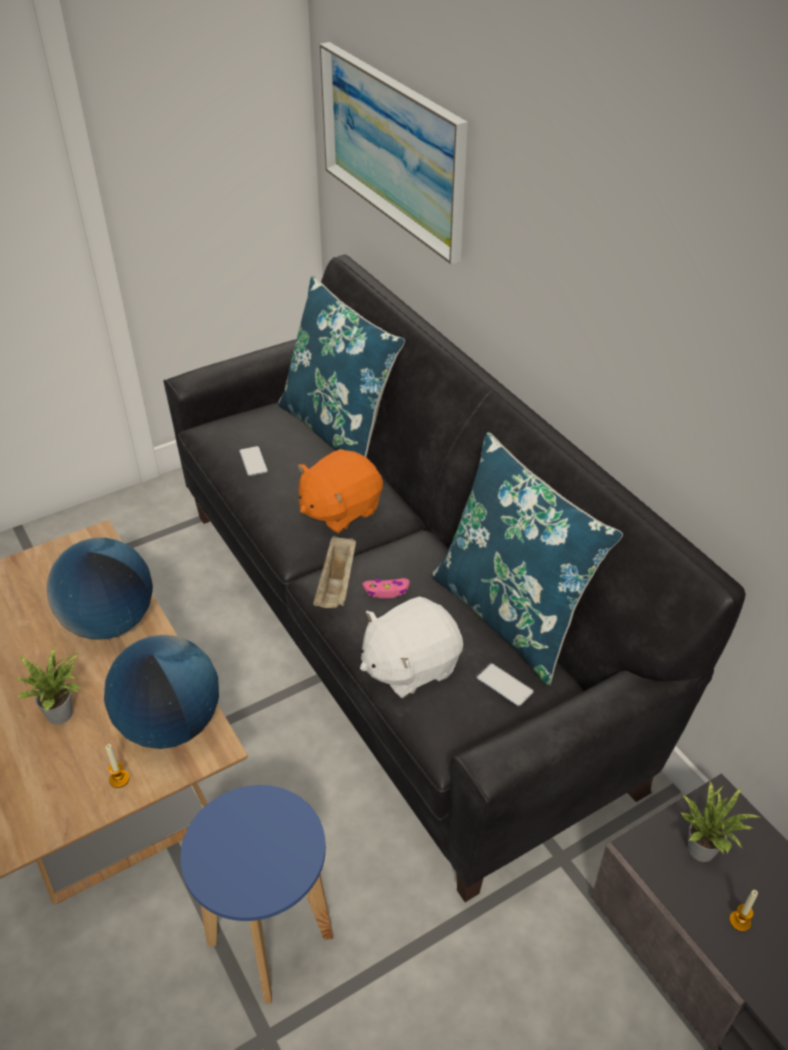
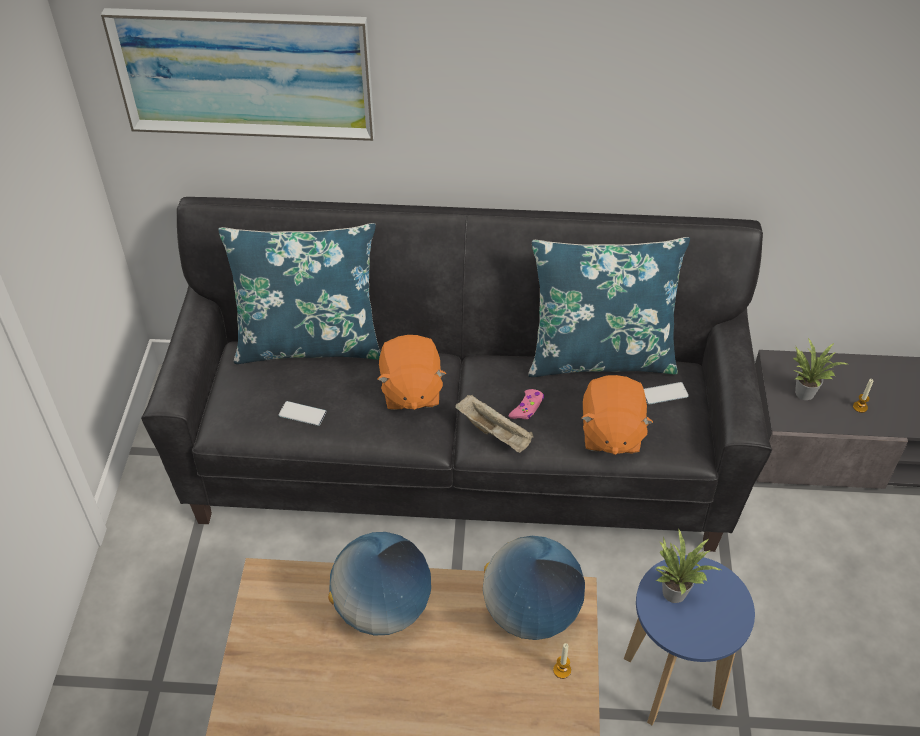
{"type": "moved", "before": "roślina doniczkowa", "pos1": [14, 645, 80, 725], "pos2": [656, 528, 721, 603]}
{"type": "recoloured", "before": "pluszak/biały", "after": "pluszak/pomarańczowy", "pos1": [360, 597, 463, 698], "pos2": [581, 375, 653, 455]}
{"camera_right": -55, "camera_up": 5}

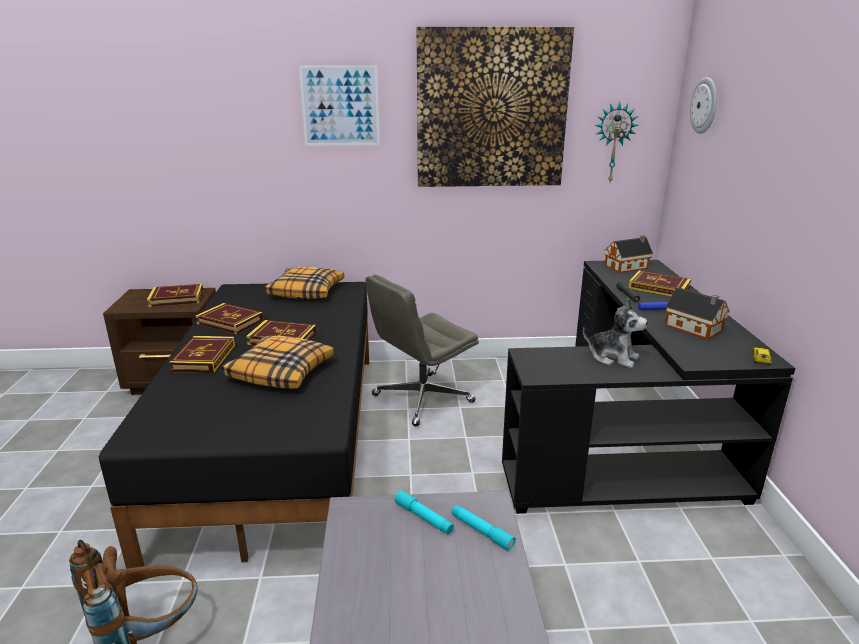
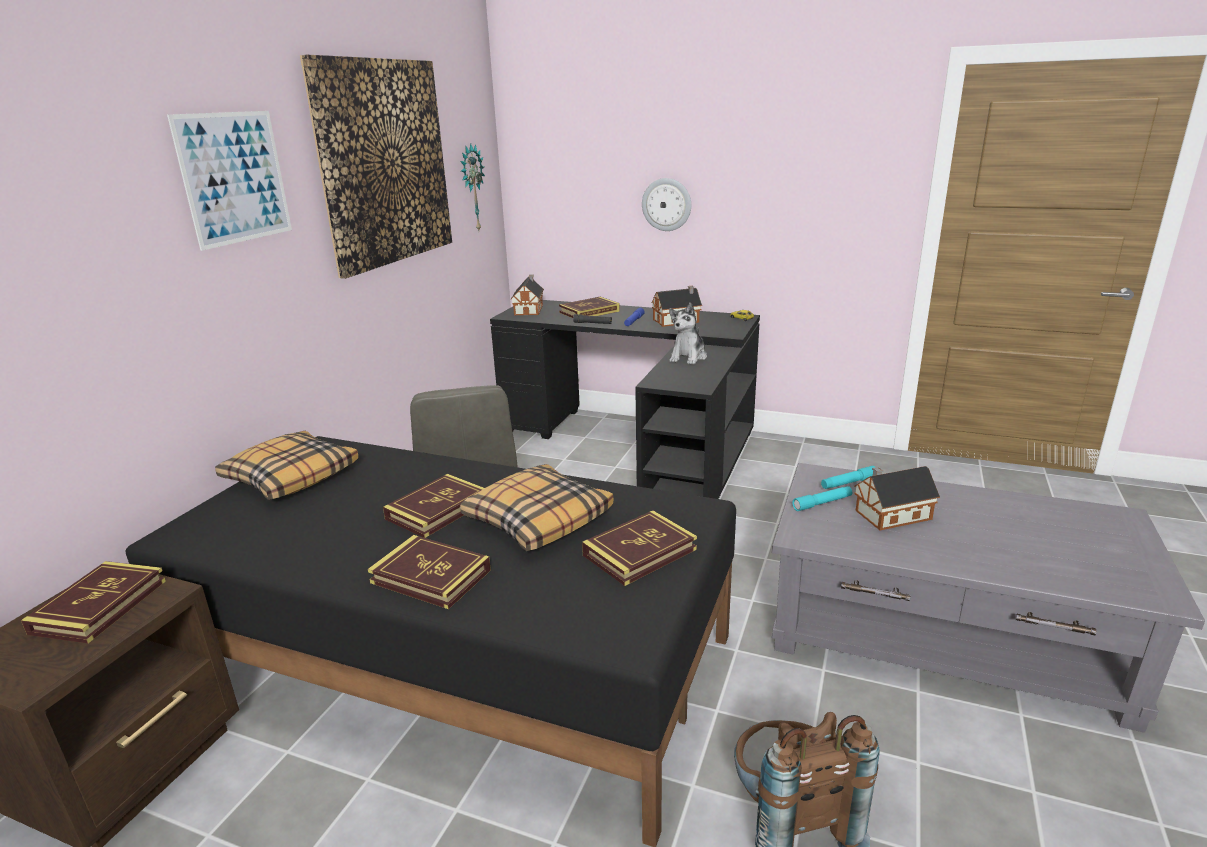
{"type": "moved", "before": "książka", "pos1": [195, 303, 263, 334], "pos2": [582, 511, 697, 586]}
{"type": "turned", "before": "pluszak", "pos1": [583, 298, 647, 368], "pos2": [669, 303, 707, 365], "turn": 150}
{"type": "moved", "before": "zegar ścienny", "pos1": [690, 77, 717, 134], "pos2": [642, 178, 691, 231]}
{"type": "added", "after": "domek", "pos2": [854, 466, 940, 530]}
{"camera_right": -65, "camera_up": 0}

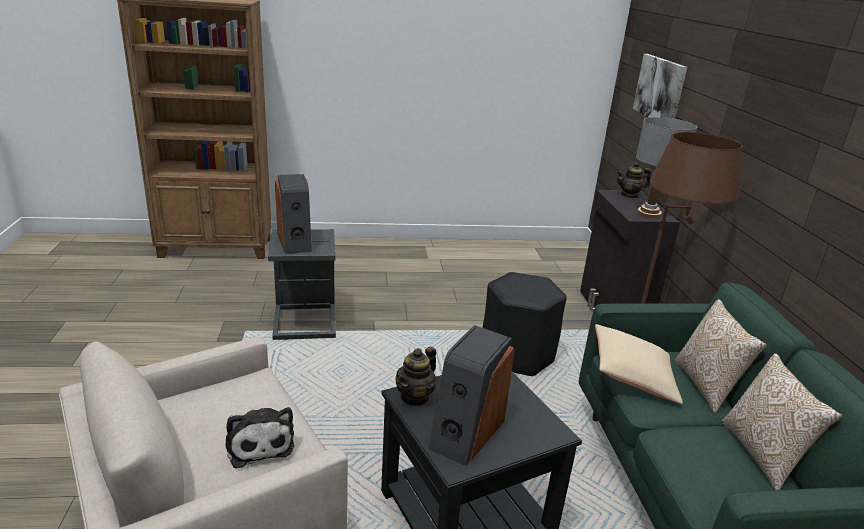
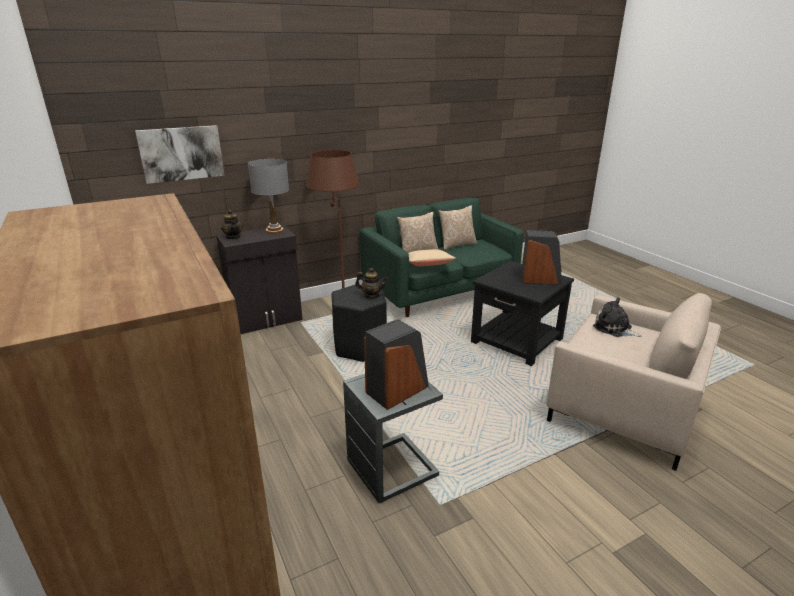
{"type": "turned", "before": "pluszak", "pos1": [225, 407, 294, 468], "pos2": [593, 297, 642, 337], "turn": -90}
{"type": "moved", "before": "imbryk", "pos1": [396, 347, 436, 407], "pos2": [355, 268, 388, 299]}
{"camera_right": -110, "camera_up": 0}

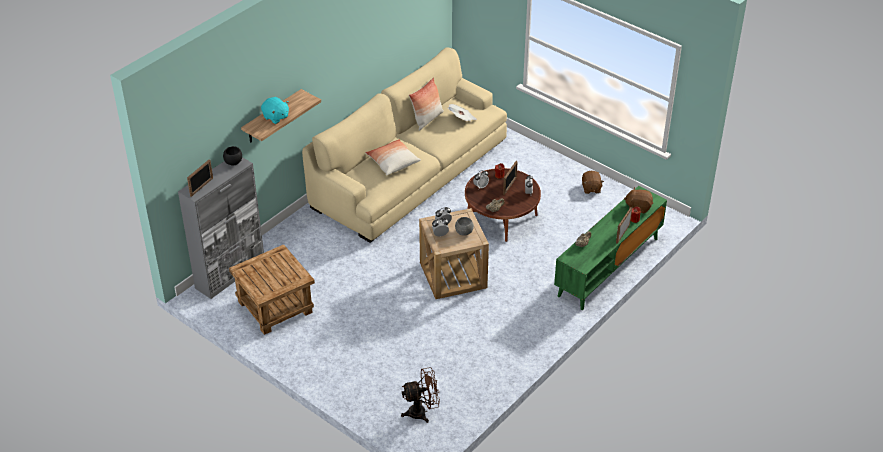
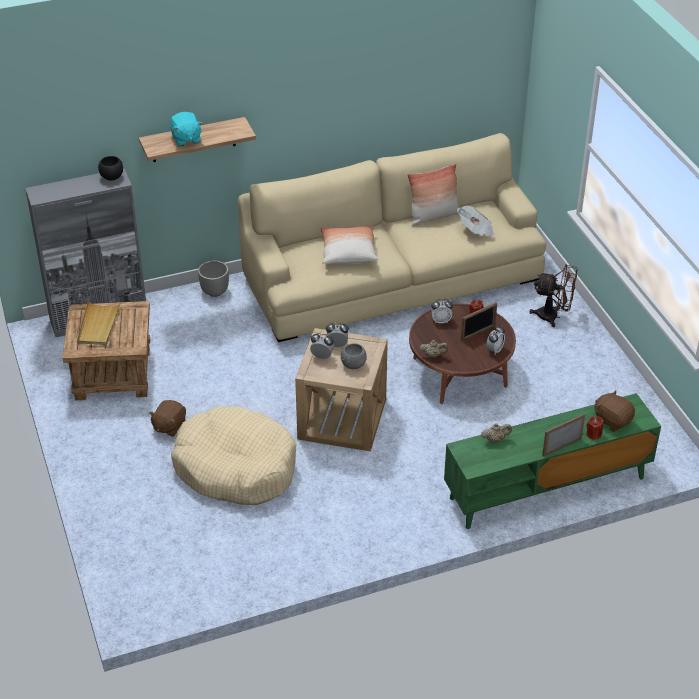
{"type": "removed", "before": "ramka na zdjęcie", "pos1": [187, 159, 213, 197]}
{"type": "moved", "before": "wentylator/brązowy", "pos1": [401, 367, 440, 423], "pos2": [529, 264, 578, 327]}
{"type": "moved", "before": "pluszak/brązowy", "pos1": [582, 171, 604, 194], "pos2": [149, 400, 186, 436]}
{"type": "added", "after": "taca/beżowy", "pos2": [77, 301, 121, 345]}
{"type": "added", "after": "legowisko/beżowy", "pos2": [171, 406, 296, 505]}
{"type": "added", "after": "donica", "pos2": [198, 261, 229, 297]}
{"camera_right": 30, "camera_up": 0}

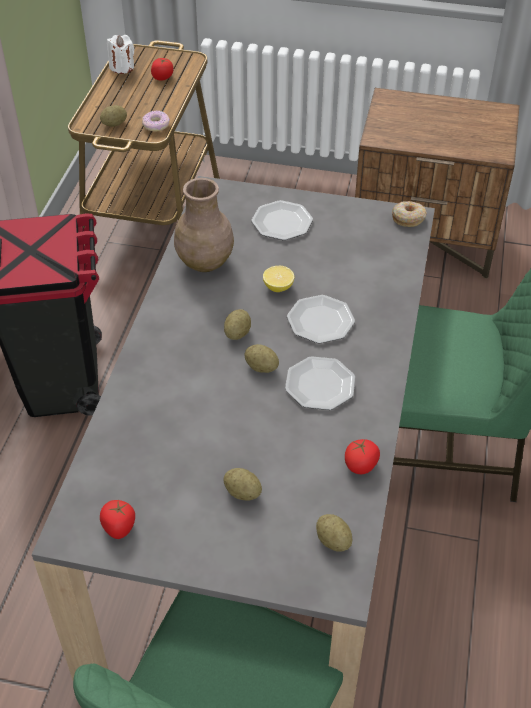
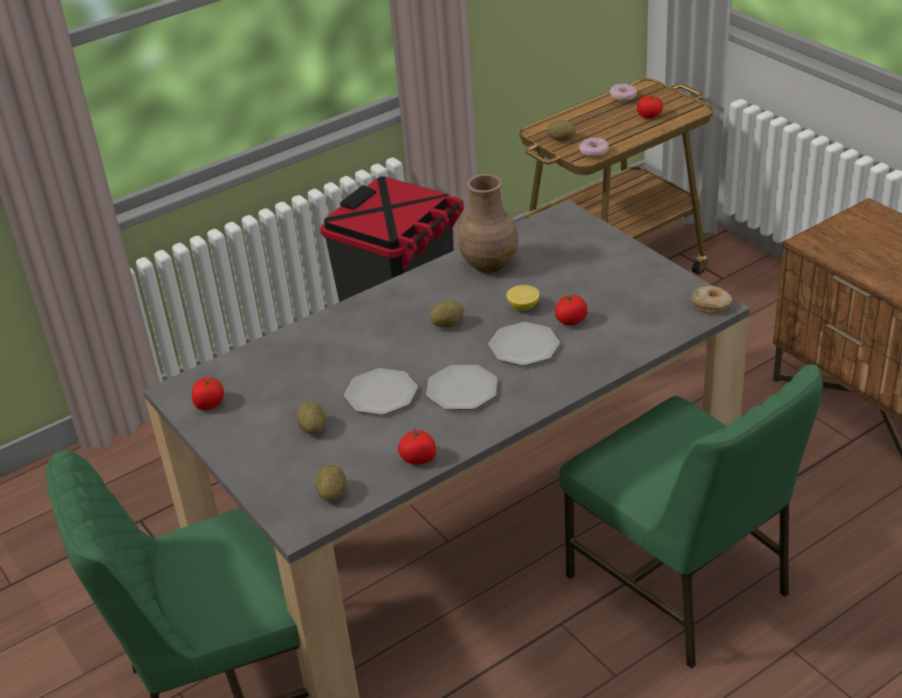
{"type": "replaced", "before": "świeca/biały", "after": "donut", "pos1": [107, 35, 134, 74], "pos2": [610, 83, 637, 101]}
{"type": "removed", "before": "ziemniak", "pos1": [244, 344, 279, 373]}
{"type": "moved", "before": "talerz", "pos1": [251, 200, 313, 240], "pos2": [344, 368, 418, 415]}
{"type": "added", "after": "pomidor", "pos2": [555, 295, 588, 326]}
{"camera_right": 45, "camera_up": -10}

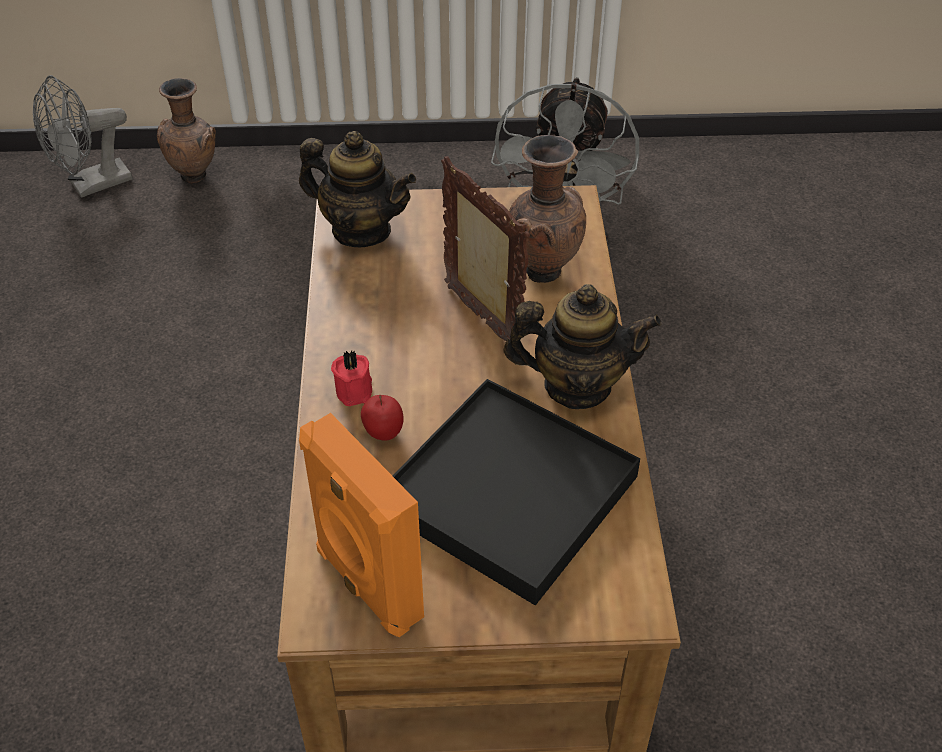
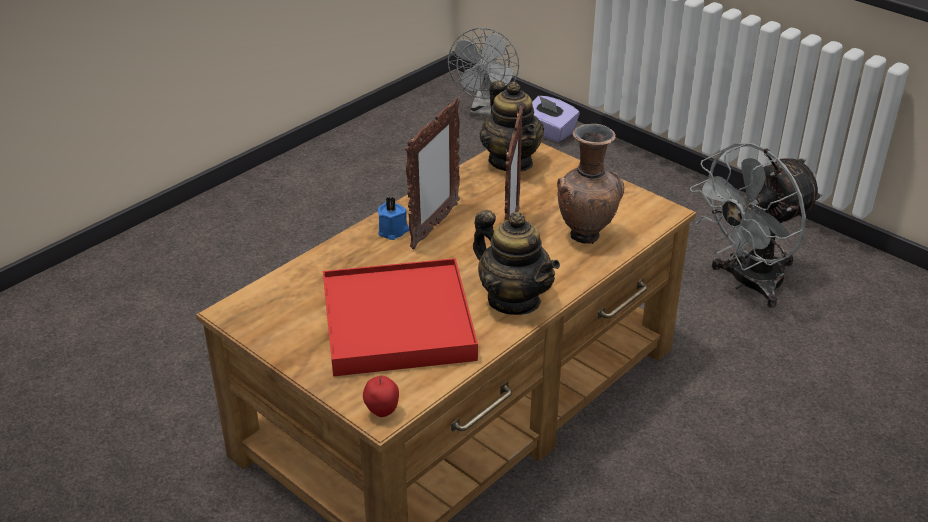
{"type": "turned", "before": "wentylator/szary", "pos1": [33, 75, 132, 198], "pos2": [448, 28, 519, 116], "turn": -90}
{"type": "replaced", "before": "wazon/brązowy", "after": "pudełko chusteczek/fioletowy", "pos1": [157, 78, 216, 184], "pos2": [532, 96, 580, 143]}
{"type": "removed", "before": "głośnik/pomarańczowy", "pos1": [299, 413, 424, 637]}
{"type": "recoloured", "before": "świeca/czerwony", "after": "świeca/niebieski", "pos1": [331, 351, 372, 406], "pos2": [378, 197, 409, 240]}
{"type": "moved", "before": "jabłko", "pos1": [361, 395, 404, 441], "pos2": [363, 375, 399, 417]}
{"type": "recoloured", "before": "taca/czarny", "after": "taca/czerwony", "pos1": [393, 379, 640, 605], "pos2": [323, 258, 478, 376]}
{"type": "added", "after": "ramka na zdjęcie", "pos2": [405, 97, 460, 249]}
{"camera_right": 45, "camera_up": -10}

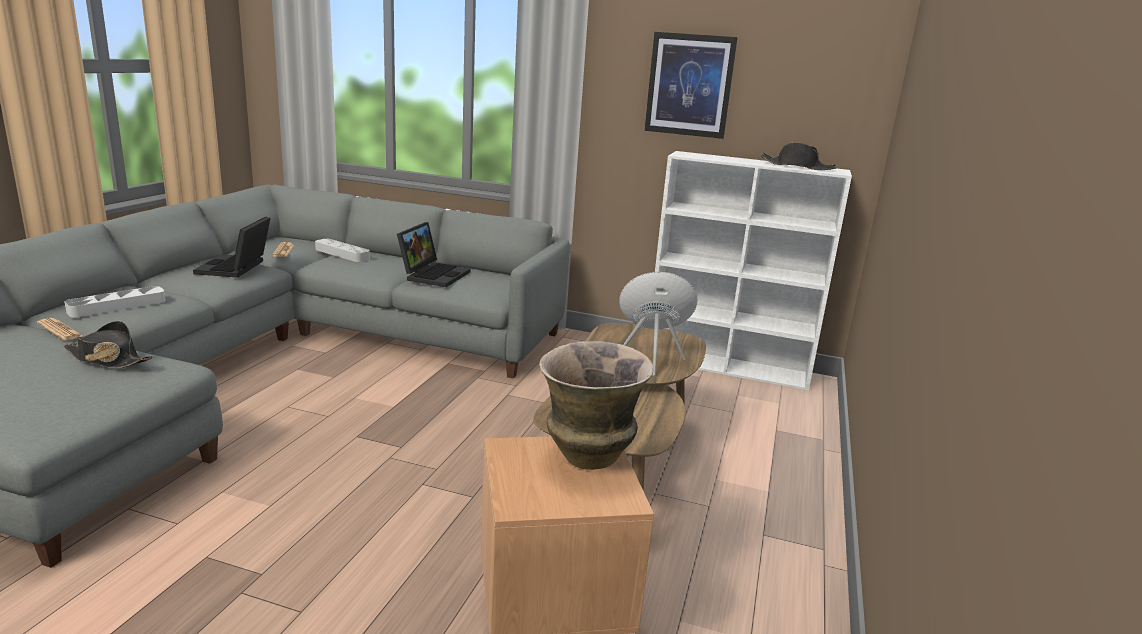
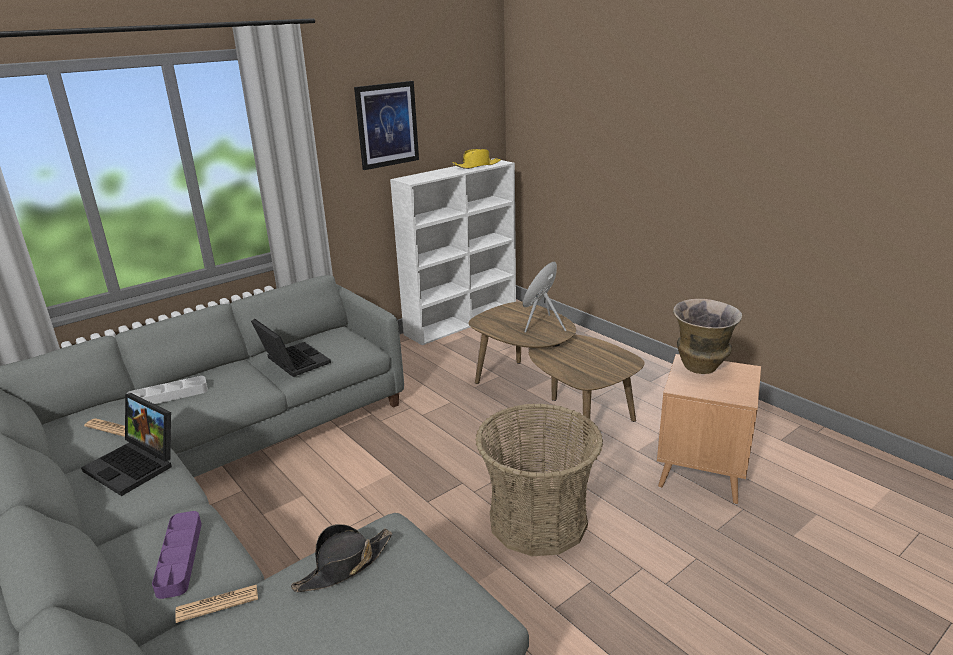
{"type": "recoloured", "before": "taca/szary", "after": "taca/fioletowy", "pos1": [65, 286, 166, 317], "pos2": [152, 511, 202, 599]}
{"type": "recoloured", "before": "kapelusz/czarny", "after": "kapelusz/żółty", "pos1": [760, 142, 837, 170], "pos2": [452, 149, 501, 169]}
{"type": "added", "after": "koszyk", "pos2": [475, 403, 603, 556]}
{"camera_right": -55, "camera_up": 5}

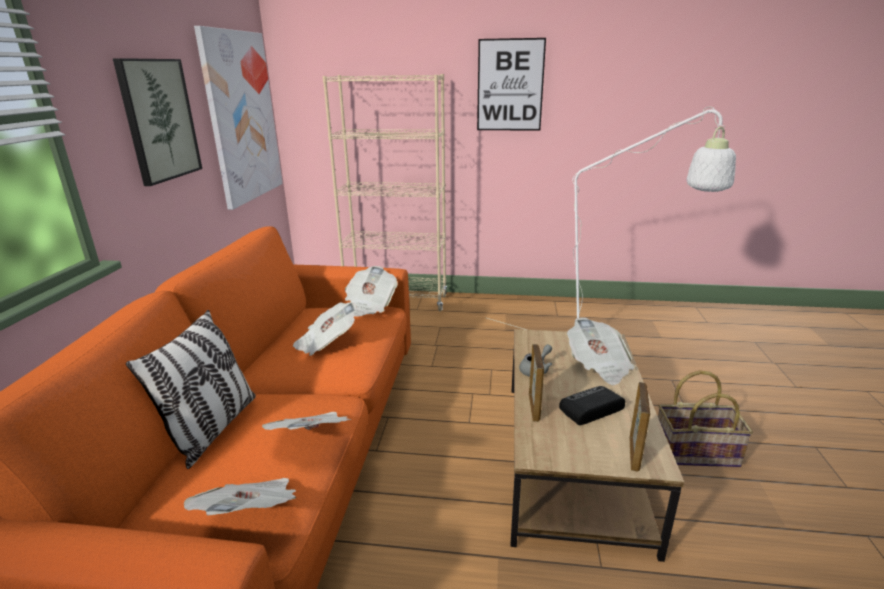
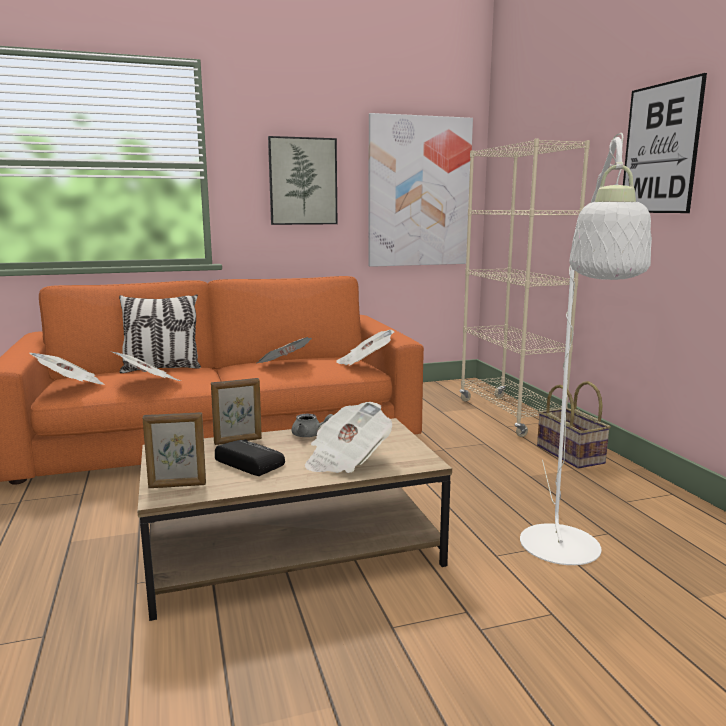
{"type": "moved", "before": "koszyk", "pos1": [658, 370, 753, 467], "pos2": [537, 381, 611, 469]}
{"camera_right": 65, "camera_up": -10}

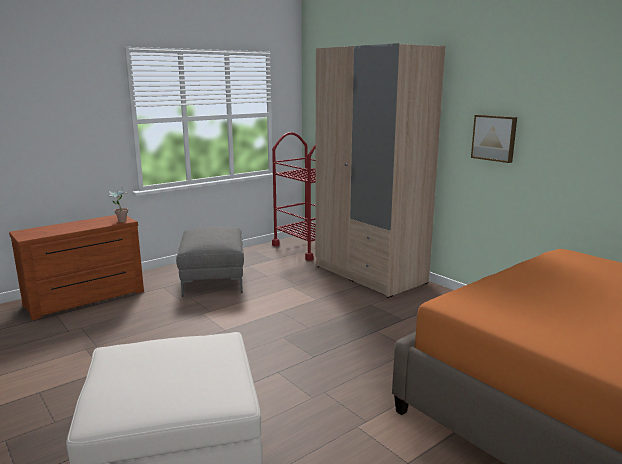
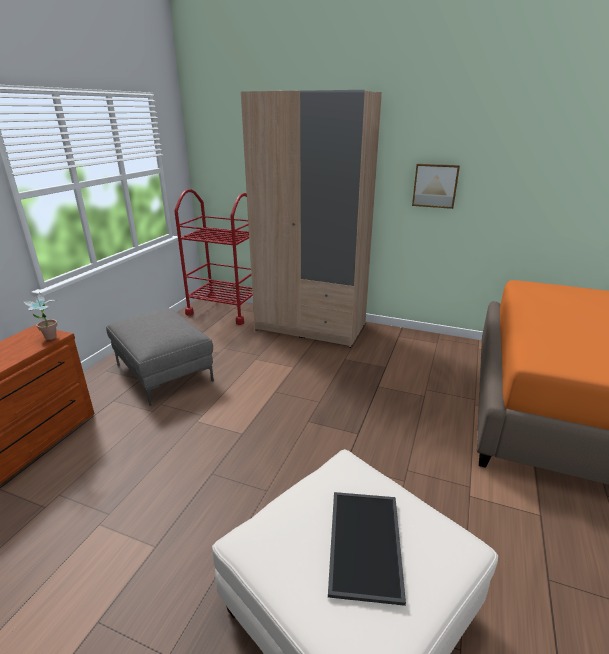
{"type": "added", "after": "taca", "pos2": [328, 492, 406, 606]}
{"camera_right": -30, "camera_up": 10}

